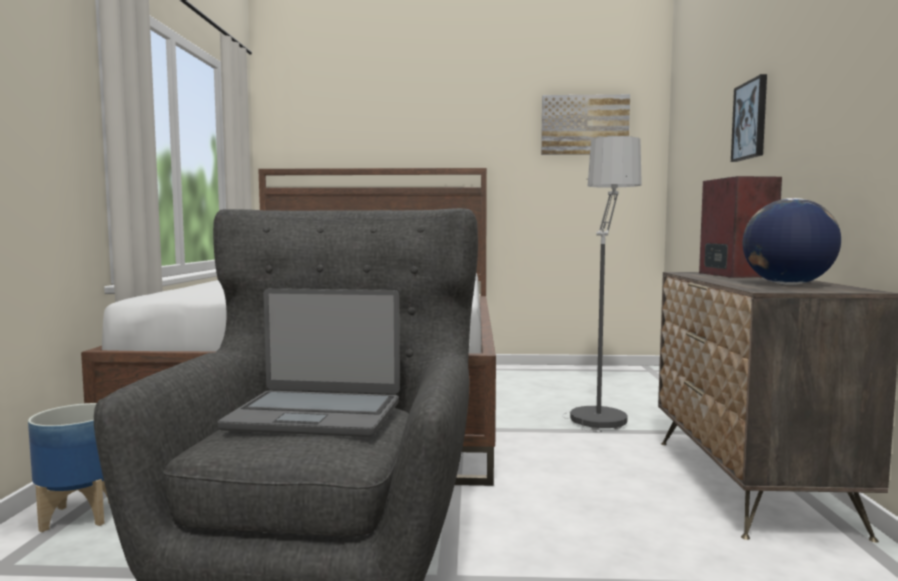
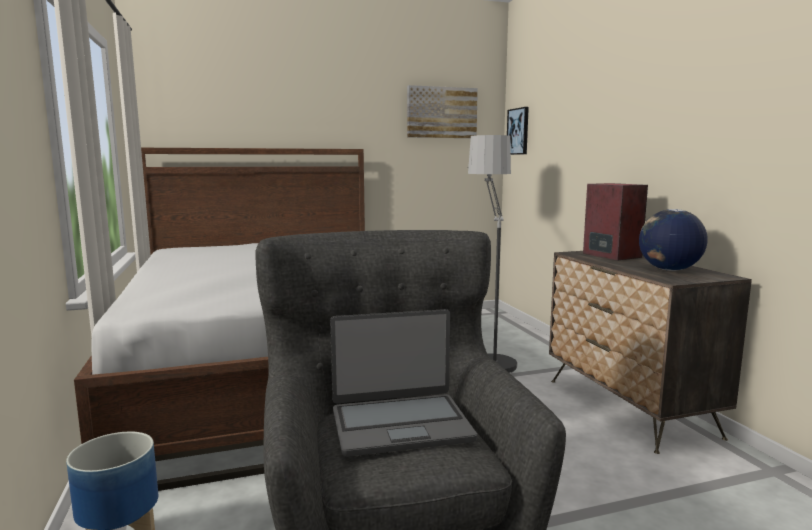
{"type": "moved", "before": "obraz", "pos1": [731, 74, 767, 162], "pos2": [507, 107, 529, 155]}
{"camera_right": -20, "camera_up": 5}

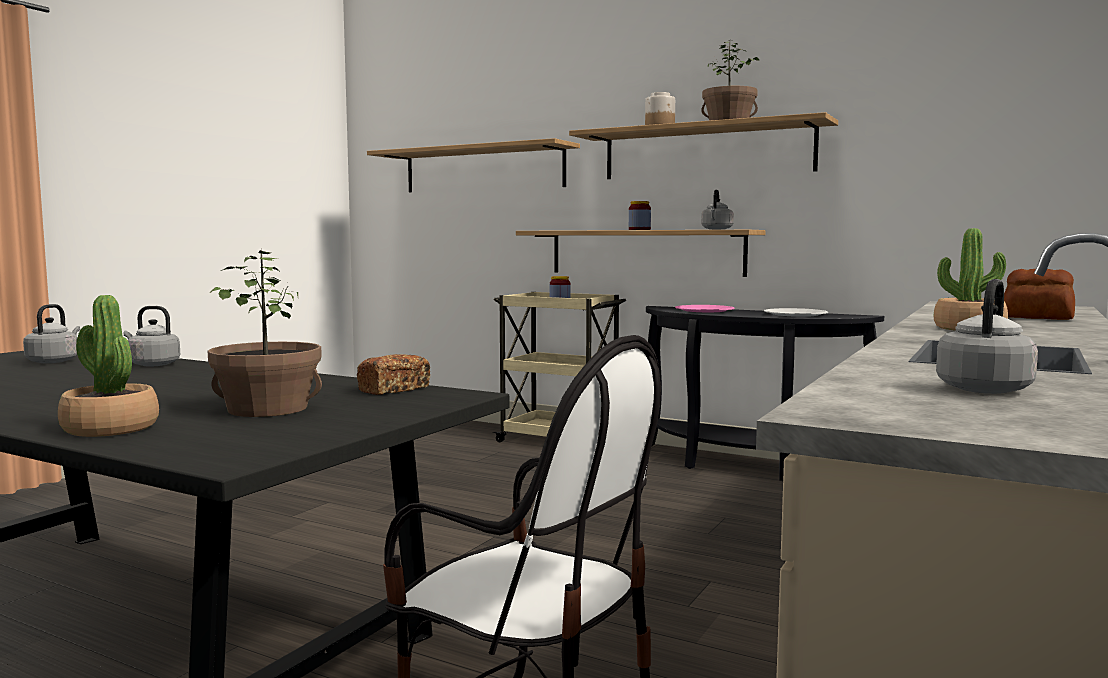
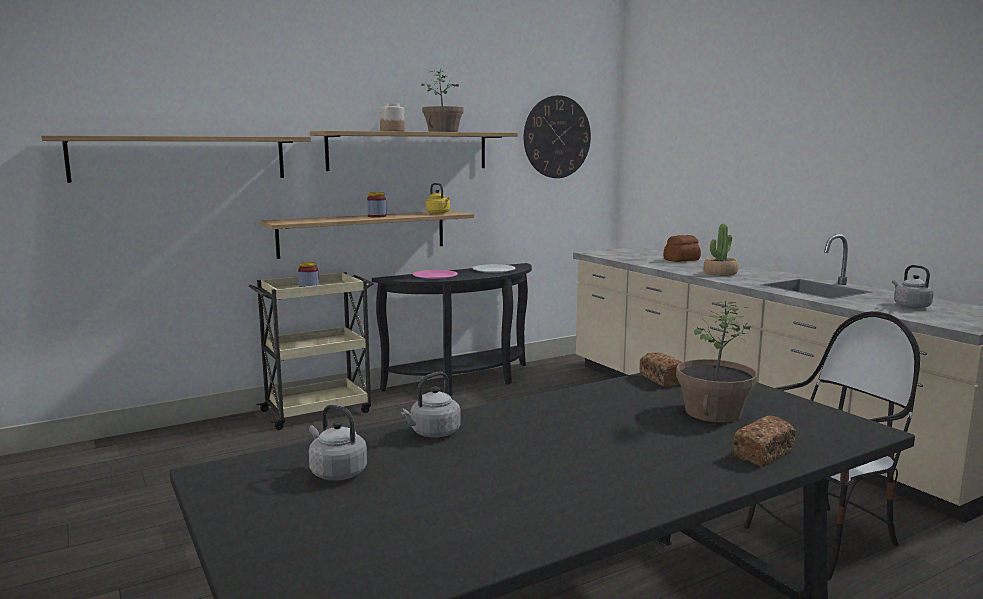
{"type": "replaced", "before": "roślina doniczkowa", "after": "chleb", "pos1": [58, 295, 159, 437], "pos2": [733, 415, 796, 467]}
{"type": "recoloured", "before": "czajnik/szary", "after": "czajnik/żółty", "pos1": [701, 189, 734, 230], "pos2": [425, 183, 450, 214]}
{"type": "added", "after": "zegar ścienny", "pos2": [524, 95, 591, 178]}
{"camera_right": -60, "camera_up": 5}

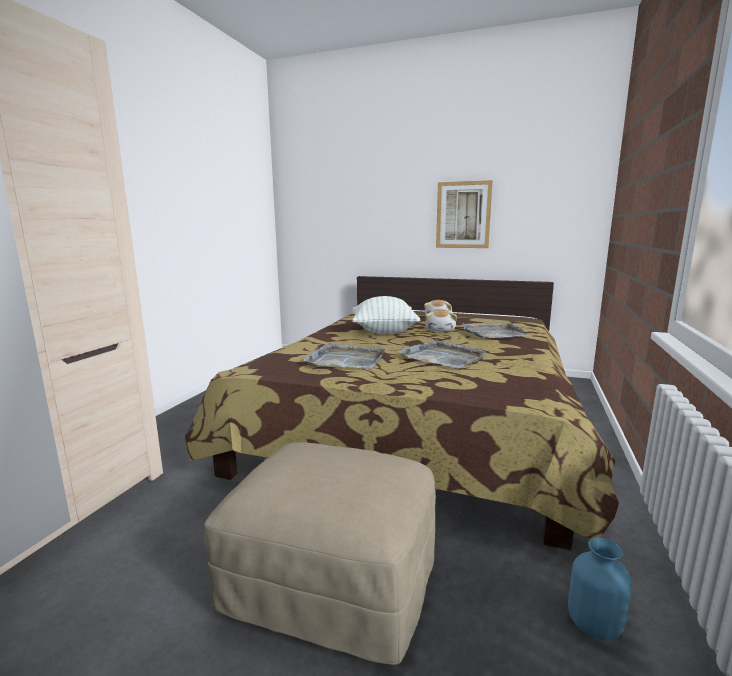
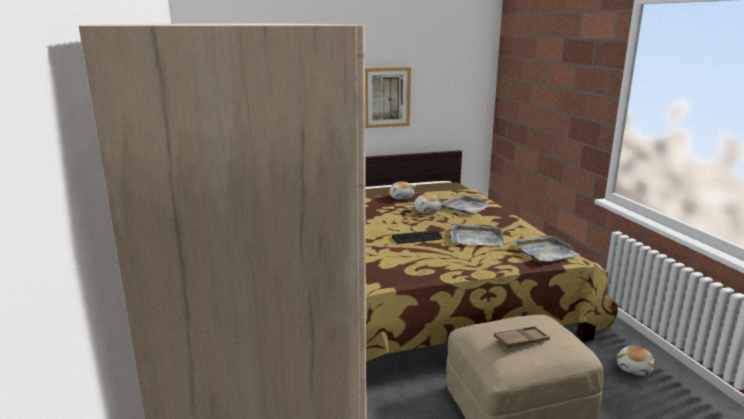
{"type": "moved", "before": "taca/szary", "pos1": [304, 343, 385, 369], "pos2": [513, 236, 580, 262]}
{"type": "removed", "before": "poduszka", "pos1": [352, 296, 421, 334]}
{"type": "replaced", "before": "wazon/niebieski", "after": "pluszak", "pos1": [568, 538, 632, 640], "pos2": [617, 346, 655, 376]}
{"type": "added", "after": "klawiatura", "pos2": [392, 230, 443, 244]}
{"type": "added", "after": "taca/brązowy", "pos2": [494, 326, 550, 348]}
{"camera_right": -35, "camera_up": 5}

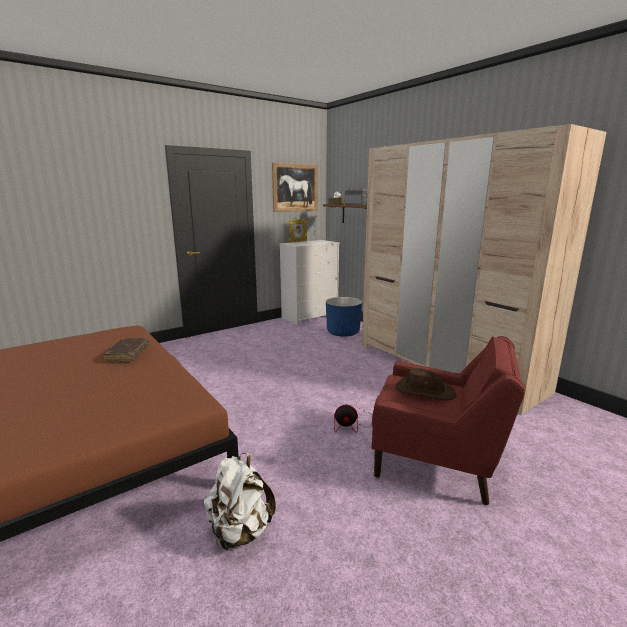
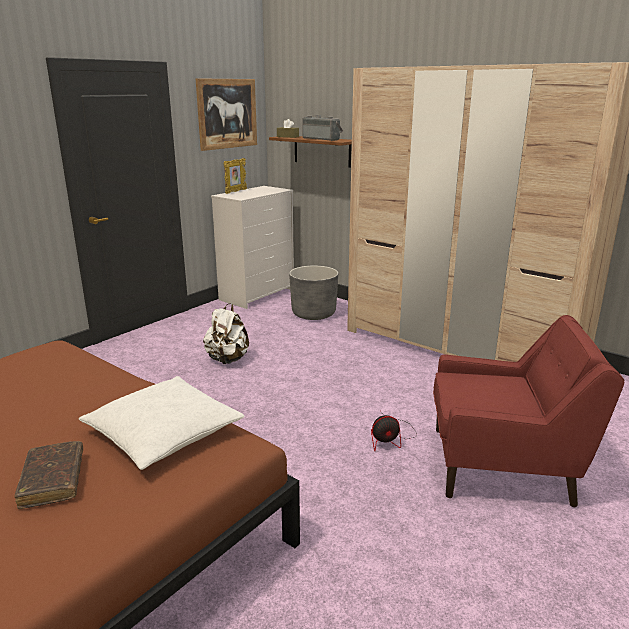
{"type": "moved", "before": "książka/brązowy", "pos1": [103, 338, 149, 362], "pos2": [15, 441, 83, 509]}
{"type": "moved", "before": "plecak/biały", "pos1": [204, 453, 276, 551], "pos2": [203, 303, 249, 364]}
{"type": "recoloured", "before": "donica/niebieski", "after": "donica/szary", "pos1": [326, 297, 362, 337], "pos2": [289, 266, 338, 320]}
{"type": "removed", "before": "kapelusz/brązowy", "pos1": [395, 368, 456, 400]}
{"type": "added", "after": "poduszka/biały", "pos2": [79, 376, 244, 470]}
{"camera_right": -15, "camera_up": 5}

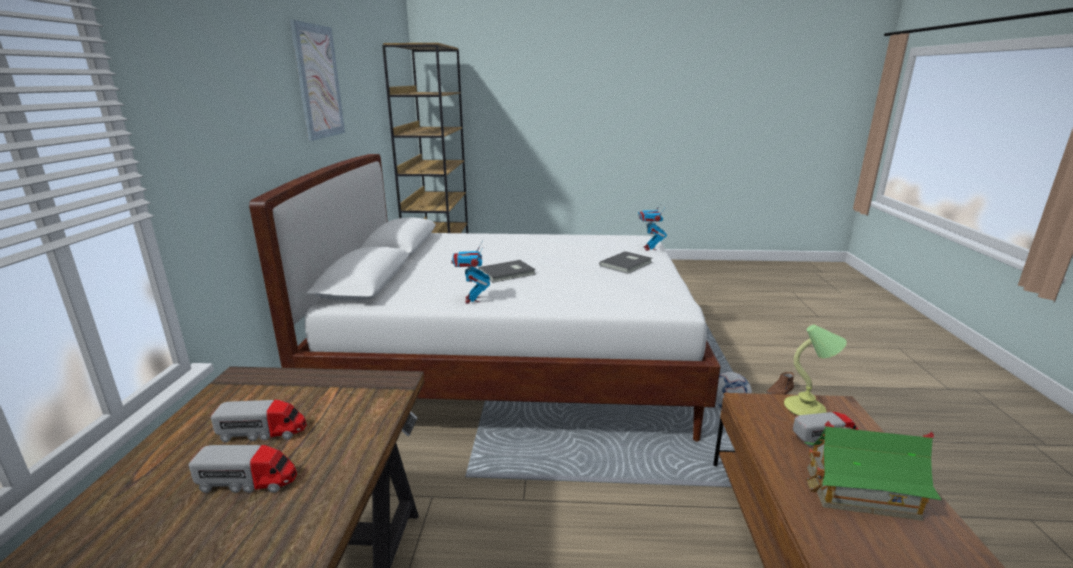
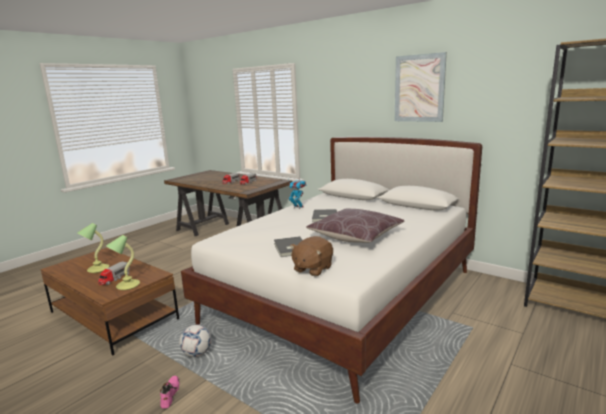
{"type": "replaced", "before": "robot zabawkowy", "after": "pluszak/brązowy", "pos1": [638, 202, 667, 251], "pos2": [290, 236, 333, 276]}
{"type": "recoloured", "before": "but/brązowy", "after": "but/różowy", "pos1": [766, 372, 794, 394], "pos2": [160, 376, 180, 409]}
{"type": "replaced", "before": "domek", "after": "lampa stołowa", "pos1": [804, 421, 942, 521], "pos2": [77, 223, 109, 273]}
{"type": "added", "after": "poduszka/brązowy", "pos2": [306, 209, 404, 243]}
{"camera_right": 125, "camera_up": -5}

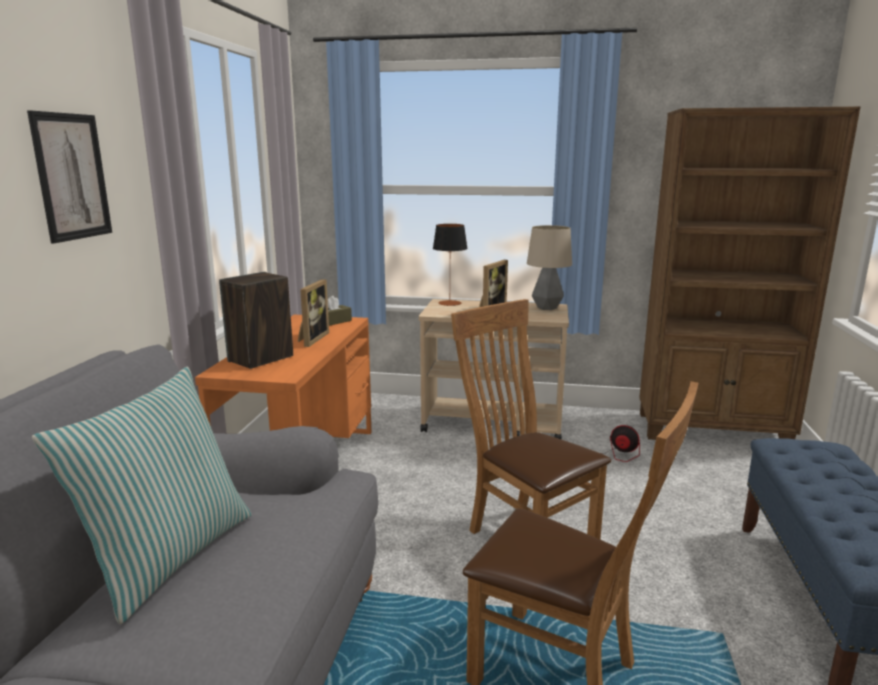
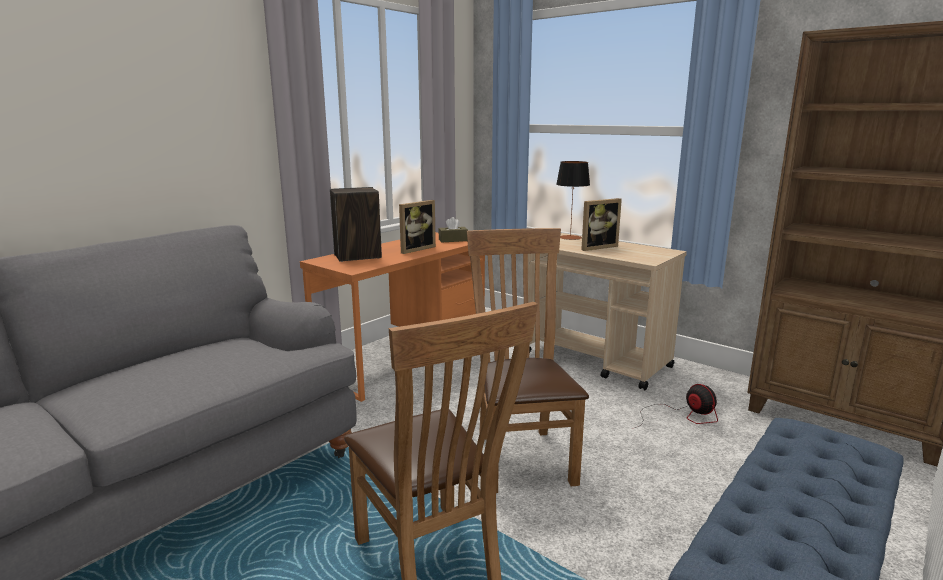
{"type": "removed", "before": "obraz", "pos1": [27, 110, 112, 243]}
{"type": "removed", "before": "poduszka", "pos1": [32, 367, 252, 624]}
{"type": "removed", "before": "lampa stołowa", "pos1": [527, 225, 572, 310]}
{"camera_right": 30, "camera_up": 0}

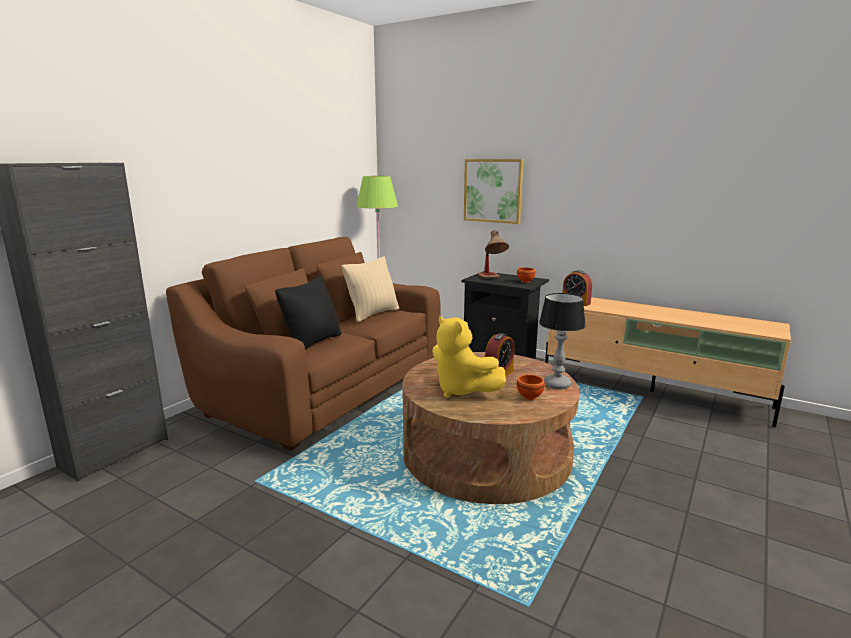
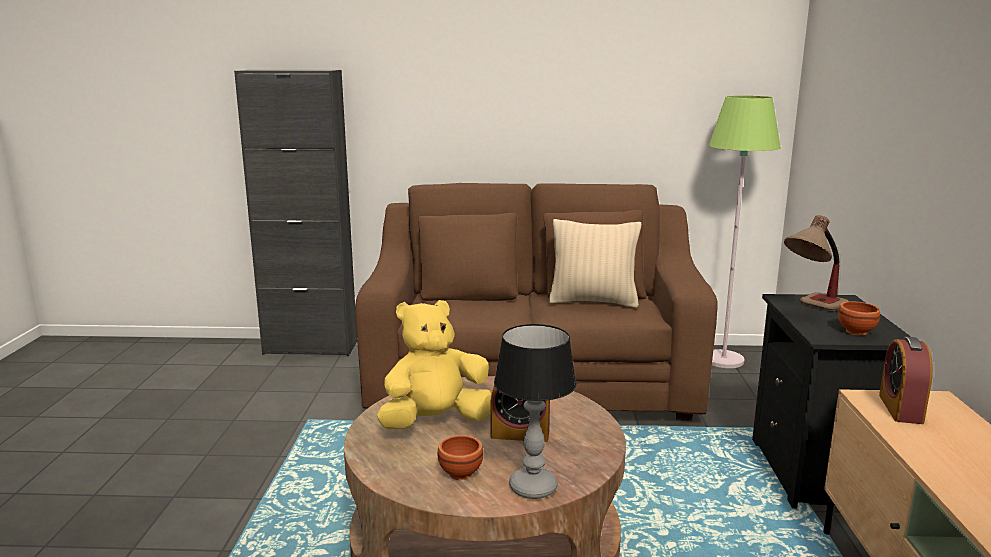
{"type": "removed", "before": "poduszka/czarny", "pos1": [275, 276, 342, 350]}
{"type": "turned", "before": "pluszak/żółty", "pos1": [432, 316, 506, 398], "pos2": [377, 300, 491, 429], "turn": 45}
{"type": "removed", "before": "obraz", "pos1": [464, 159, 523, 224]}
{"camera_right": 60, "camera_up": 0}

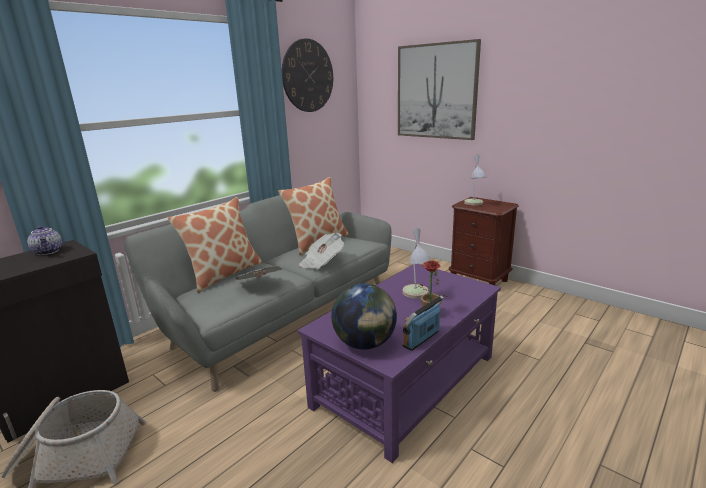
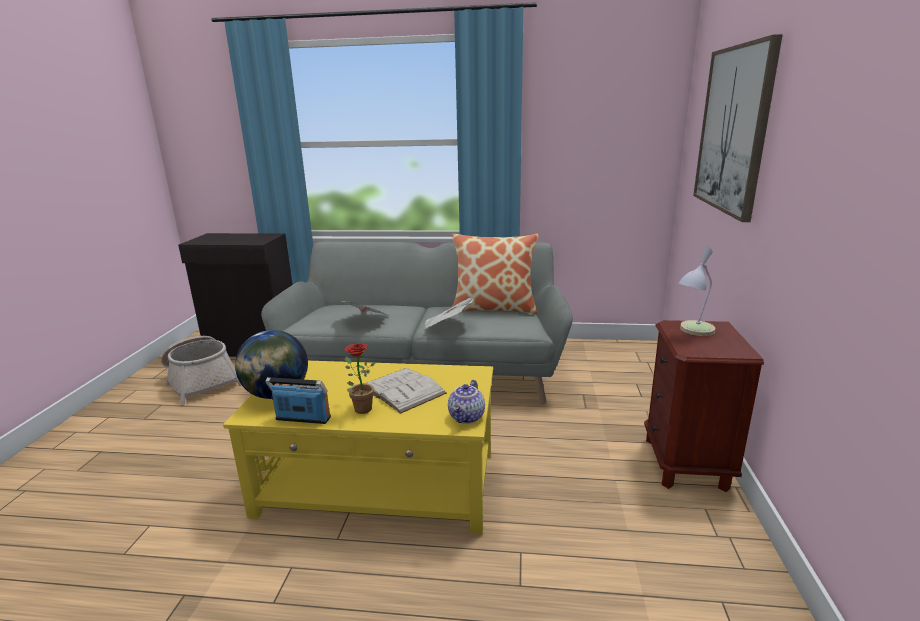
{"type": "moved", "before": "imbryk", "pos1": [27, 226, 62, 255], "pos2": [448, 380, 485, 424]}
{"type": "removed", "before": "poduszka", "pos1": [168, 197, 263, 293]}
{"type": "removed", "before": "zegar ścienny", "pos1": [282, 38, 333, 112]}
{"type": "recoloured", "before": "ława/fioletowy", "after": "ława/żółty", "pos1": [297, 264, 501, 463], "pos2": [223, 361, 493, 535]}
{"type": "replaced", "before": "lampa stołowa", "after": "książka/biały", "pos1": [402, 228, 431, 299], "pos2": [365, 368, 447, 414]}
{"camera_right": 55, "camera_up": 0}

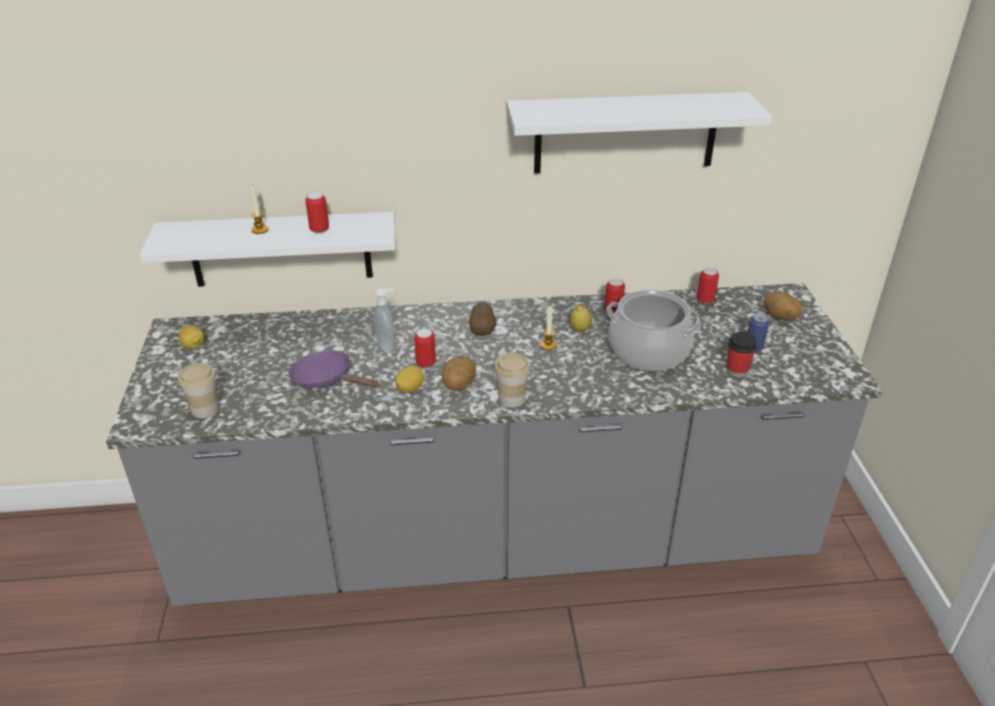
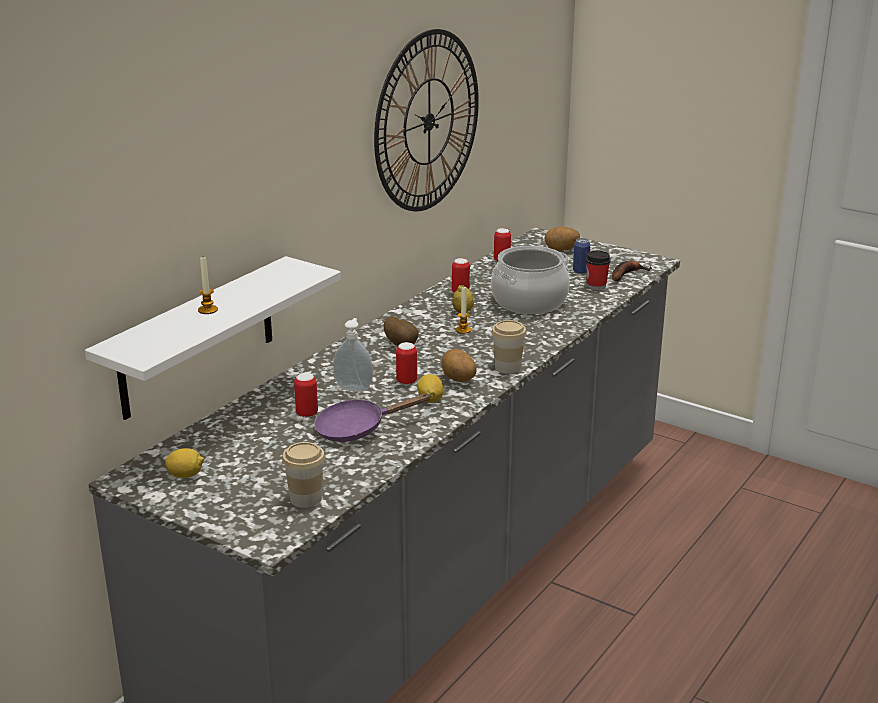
{"type": "moved", "before": "puszka", "pos1": [305, 192, 329, 233], "pos2": [294, 373, 318, 418]}
{"type": "replaced", "before": "półka/biały", "after": "zegar ścienny", "pos1": [507, 92, 772, 174], "pos2": [374, 29, 479, 212]}
{"type": "added", "after": "banan", "pos2": [612, 261, 652, 282]}
{"camera_right": -50, "camera_up": -10}

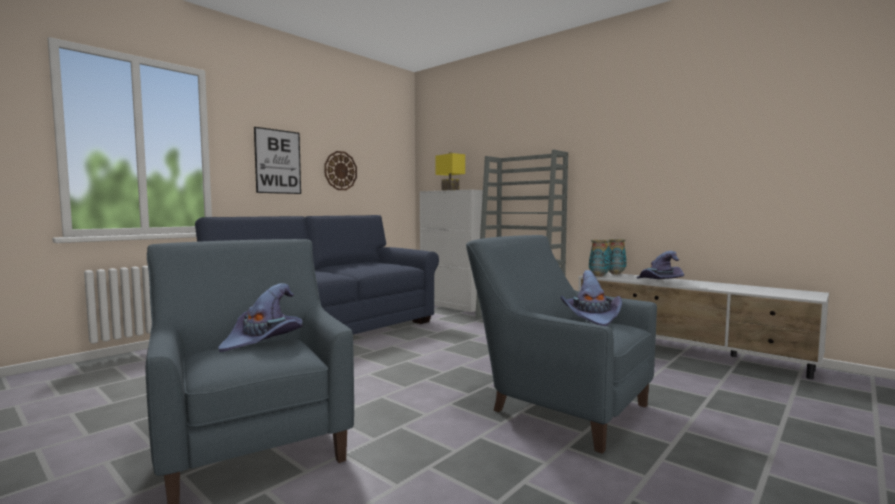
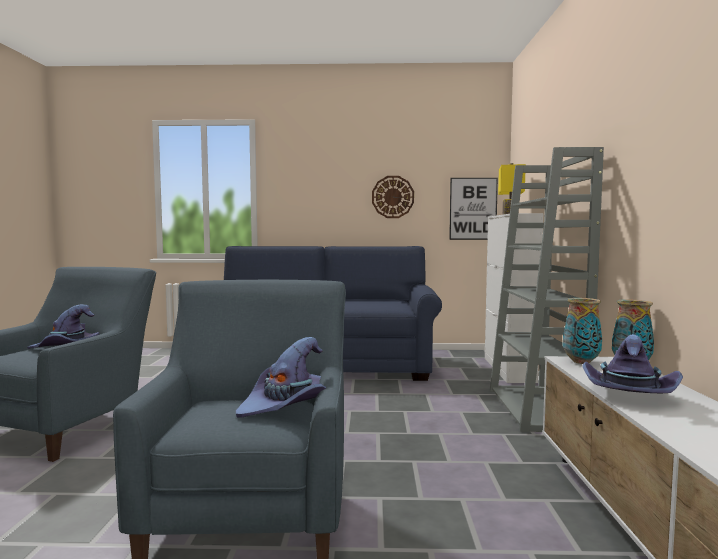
{"type": "moved", "before": "obraz", "pos1": [254, 127, 301, 194], "pos2": [449, 178, 498, 240]}
{"camera_right": 50, "camera_up": 0}

